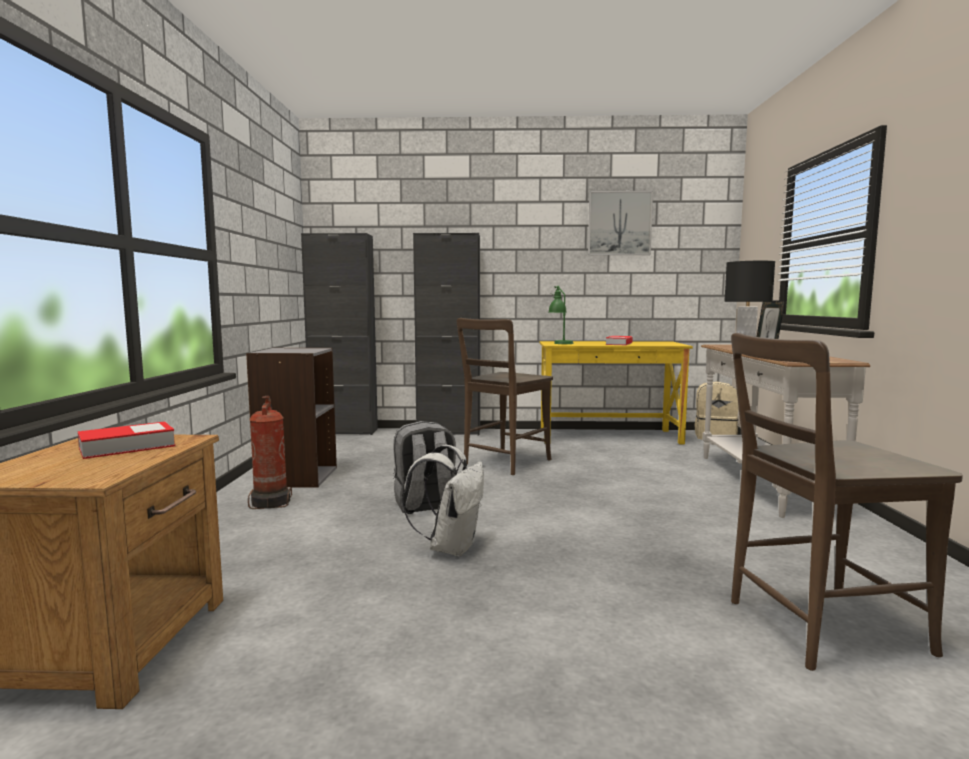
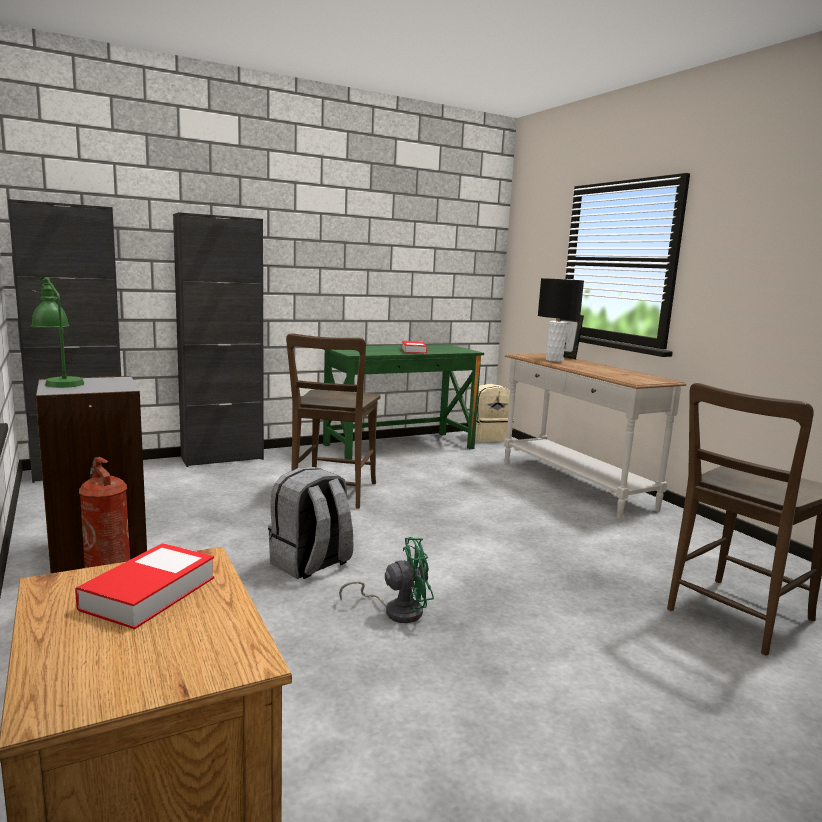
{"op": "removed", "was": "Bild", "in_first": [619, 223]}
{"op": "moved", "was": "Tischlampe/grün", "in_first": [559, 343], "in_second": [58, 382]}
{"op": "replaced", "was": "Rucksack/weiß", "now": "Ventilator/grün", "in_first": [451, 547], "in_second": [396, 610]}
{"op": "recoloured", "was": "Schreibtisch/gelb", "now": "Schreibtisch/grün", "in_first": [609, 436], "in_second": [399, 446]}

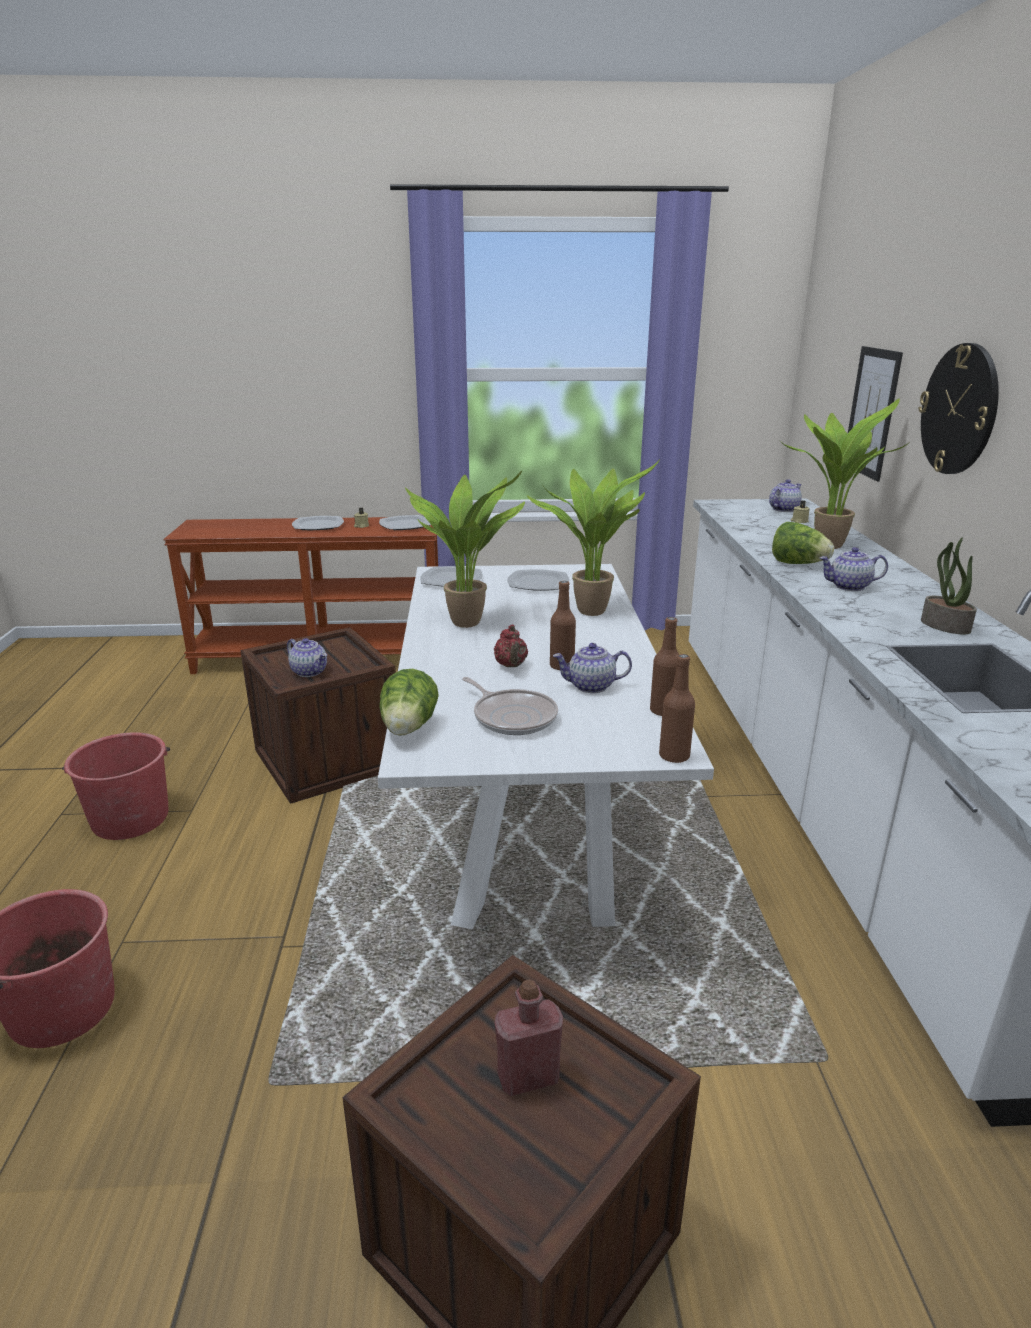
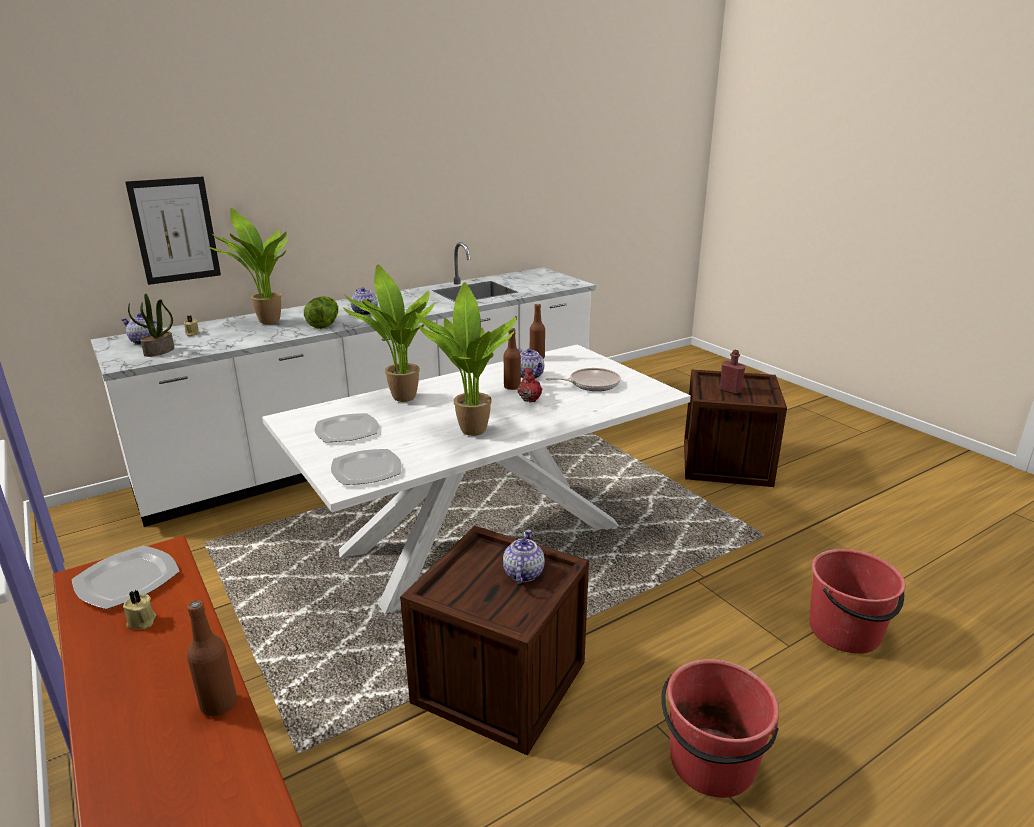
{"op": "removed", "was": "Teller", "in_first": [317, 525]}
{"op": "removed", "was": "Salatkopf", "in_first": [408, 729]}
{"op": "removed", "was": "Wanduhr", "in_first": [959, 410]}
{"op": "moved", "was": "Flasche/braun", "in_first": [674, 756], "in_second": [218, 704]}
{"op": "moved", "was": "Topfpflanze", "in_first": [944, 626], "in_second": [159, 351]}
{"op": "turned", "was": "Pfanne", "in_first": [512, 717], "in_second": [591, 384], "clockwise": 60}
{"op": "turned", "was": "Teekanne/rot", "in_first": [511, 666], "in_second": [529, 399], "clockwise": -60}

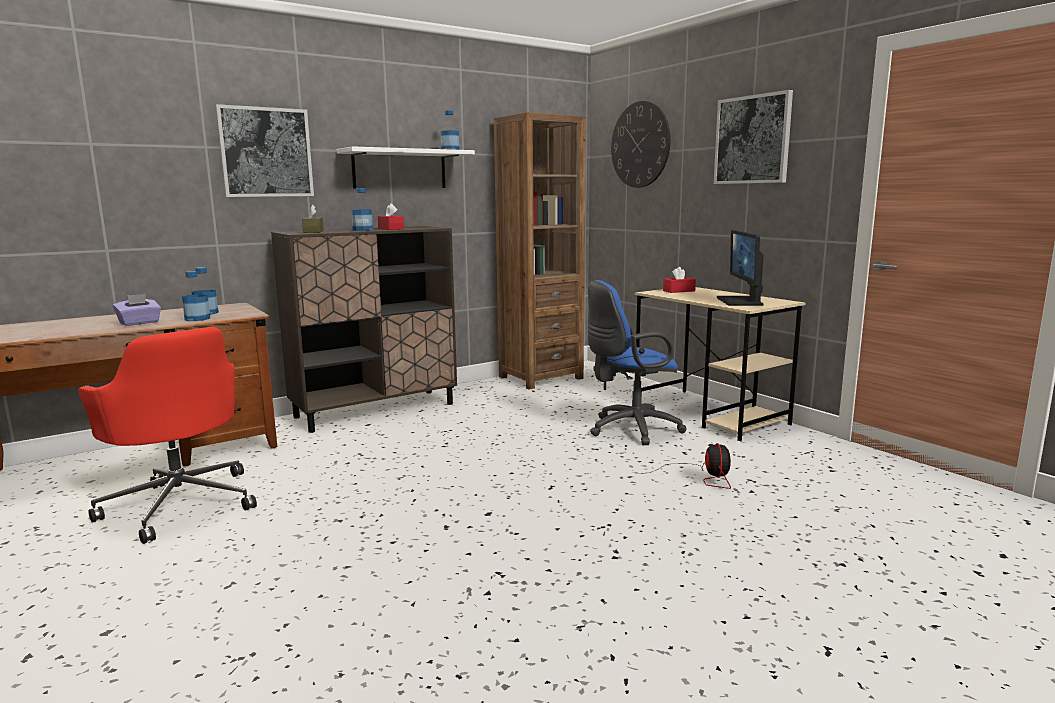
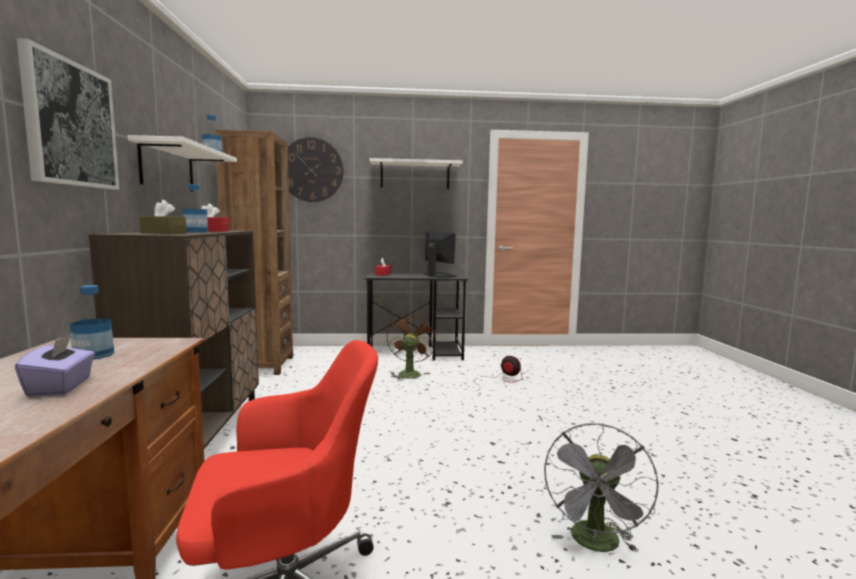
{"op": "removed", "was": "Flasche", "in_first": [197, 319]}
{"op": "added", "now": "Ventilator/grau", "in_second": [596, 545]}
{"op": "replaced", "was": "Bürostuhl/blau", "now": "Ventilator/braun", "in_first": [630, 429], "in_second": [409, 373]}
{"op": "replaced", "was": "Bild", "now": "Wandregal/weiß", "in_first": [752, 140], "in_second": [415, 175]}
{"op": "recoloured", "was": "Schreibtisch/beige", "now": "Schreibtisch/schwarz", "in_first": [710, 414], "in_second": [415, 353]}
{"op": "turned", "was": "Monitor", "in_first": [740, 301], "in_second": [438, 275], "clockwise": -150}

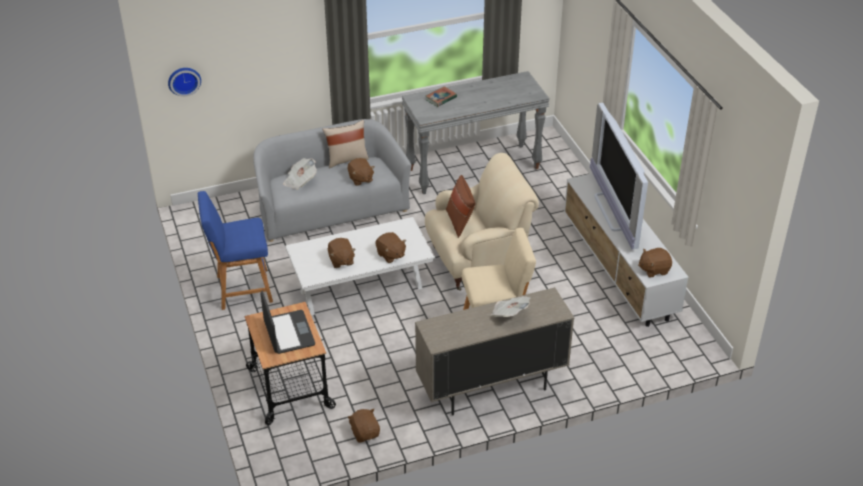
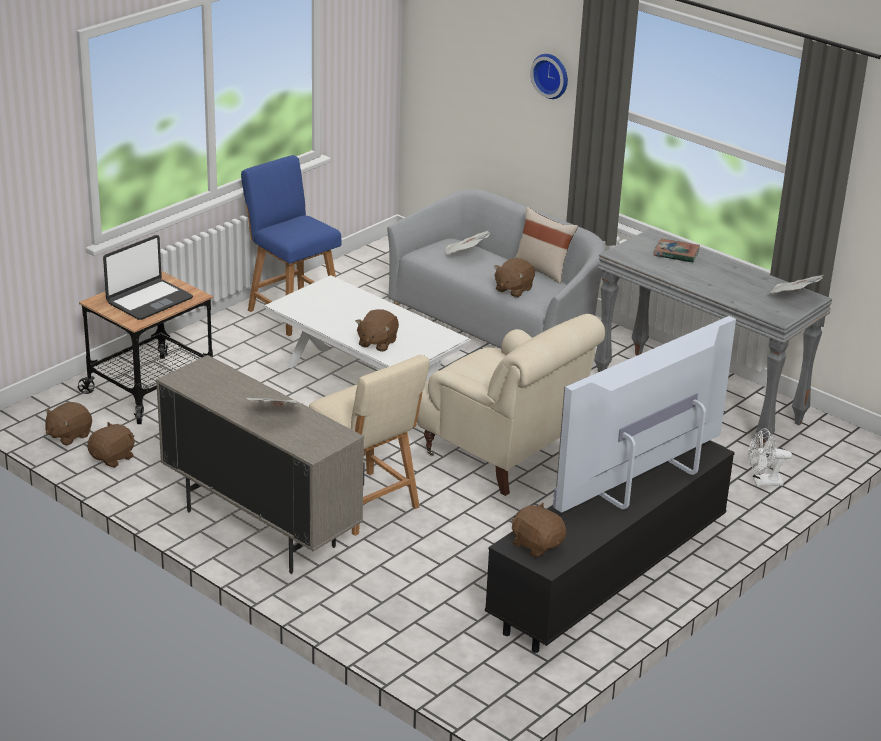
{"op": "removed", "was": "Kissen/braun", "in_first": [460, 222]}
{"op": "added", "now": "Ventilator/weiß", "in_second": [763, 482]}
{"op": "added", "now": "Zeitung", "in_second": [793, 297]}
{"op": "moved", "was": "Wanduhr", "in_first": [184, 80], "in_second": [551, 75]}
{"op": "moved", "was": "Plüschtier/braun", "in_first": [341, 260], "in_second": [68, 435]}
{"op": "recoloured", "was": "Fernsehschrank/weiß", "now": "Fernsehschrank/schwarz", "in_first": [618, 270], "in_second": [606, 578]}

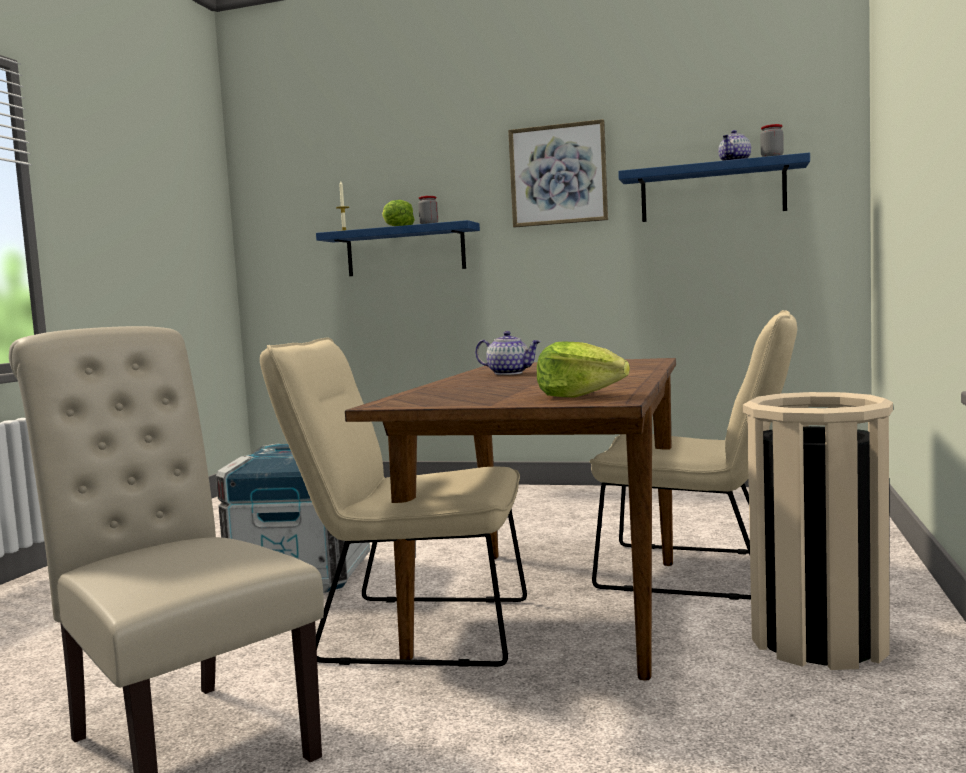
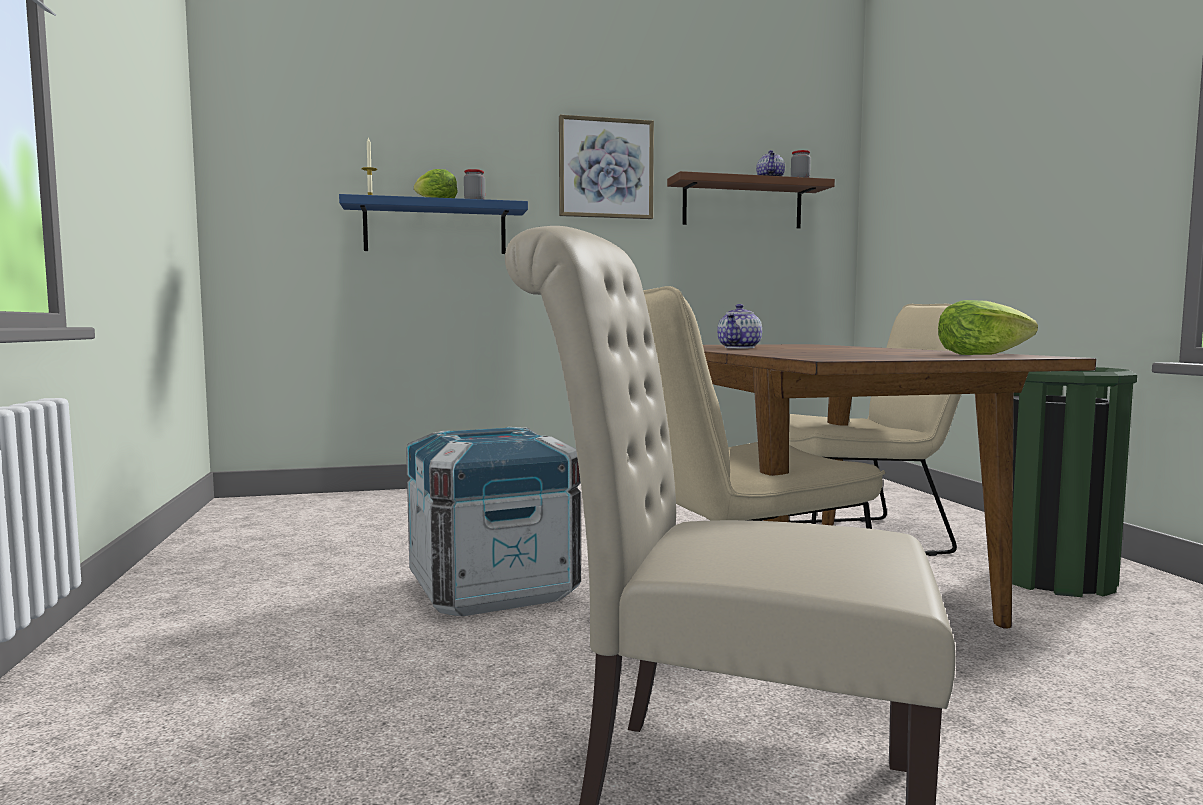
{"op": "recoloured", "was": "Wandregal/blau", "now": "Wandregal/braun", "in_first": [712, 192], "in_second": [742, 204]}
{"op": "recoloured", "was": "Mülleimer/beige", "now": "Mülleimer/grün", "in_first": [819, 641], "in_second": [1052, 577]}
{"op": "turned", "was": "Teekanne", "in_first": [509, 373], "in_second": [740, 348], "clockwise": 120}

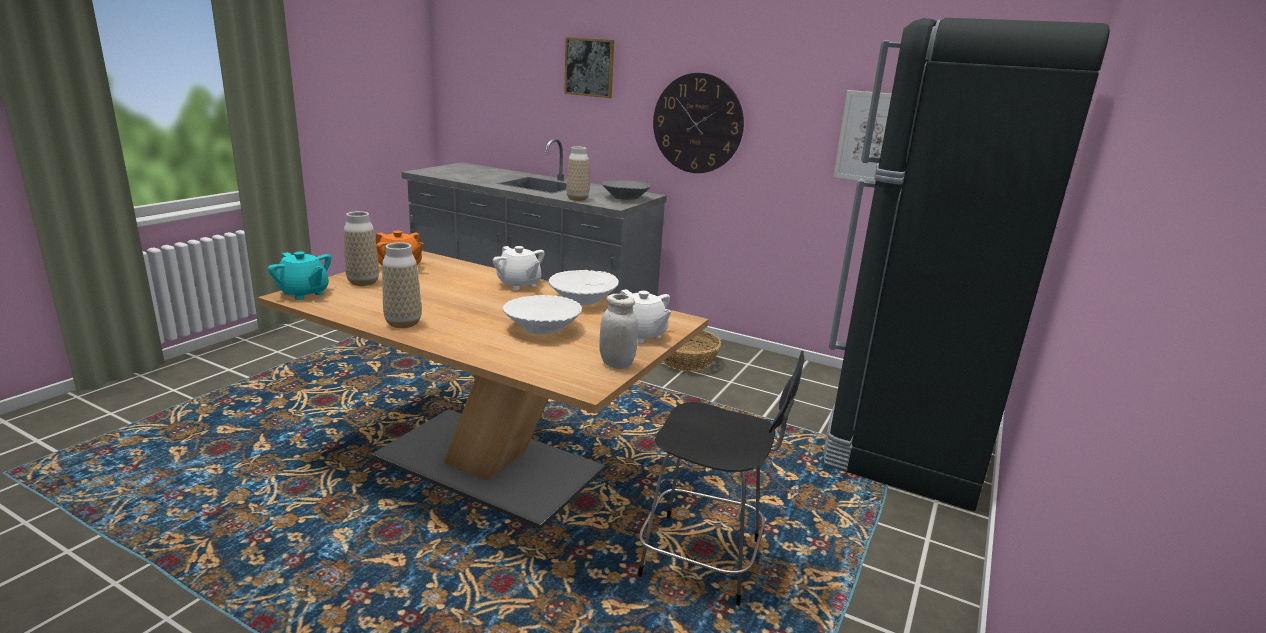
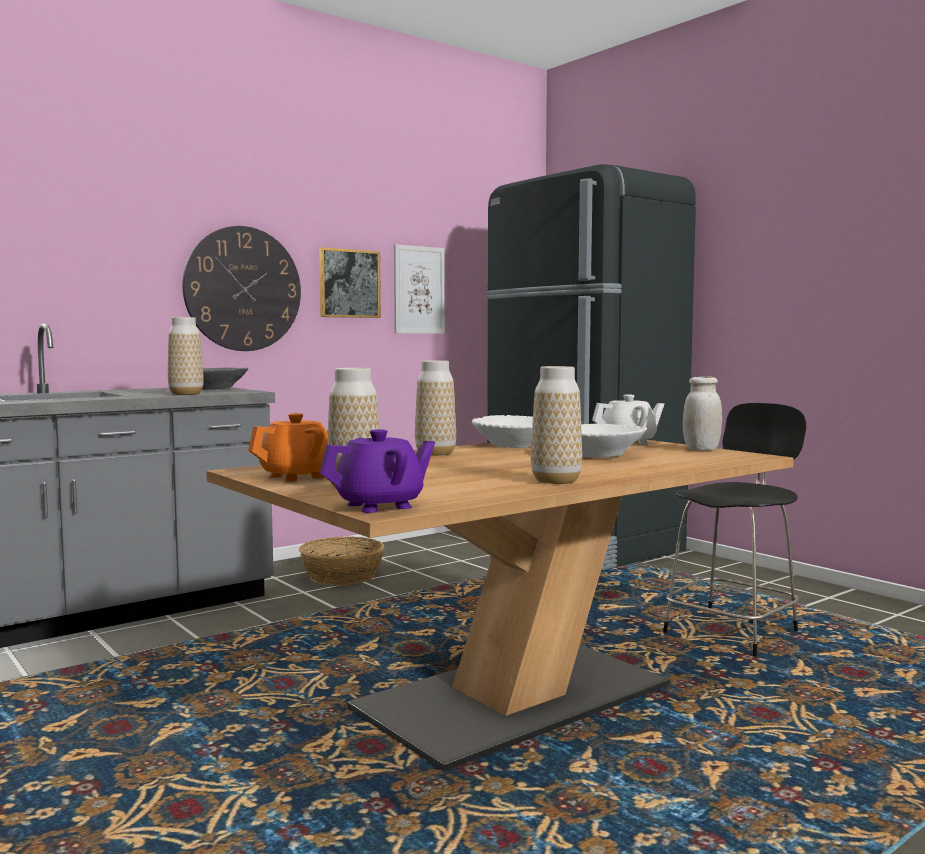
{"op": "moved", "was": "Bild", "in_first": [589, 67], "in_second": [349, 283]}
{"op": "replaced", "was": "Teekanne/weiß", "now": "Vase", "in_first": [519, 284], "in_second": [435, 453]}
{"op": "recoloured", "was": "Teekanne/türkis", "now": "Teekanne/lila", "in_first": [304, 293], "in_second": [380, 506]}

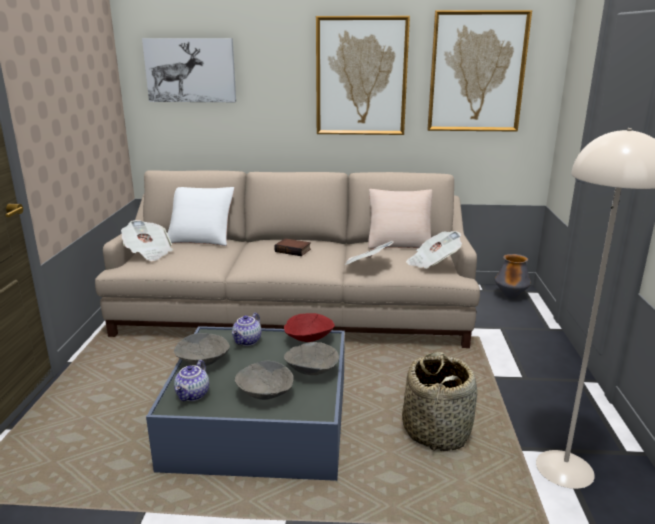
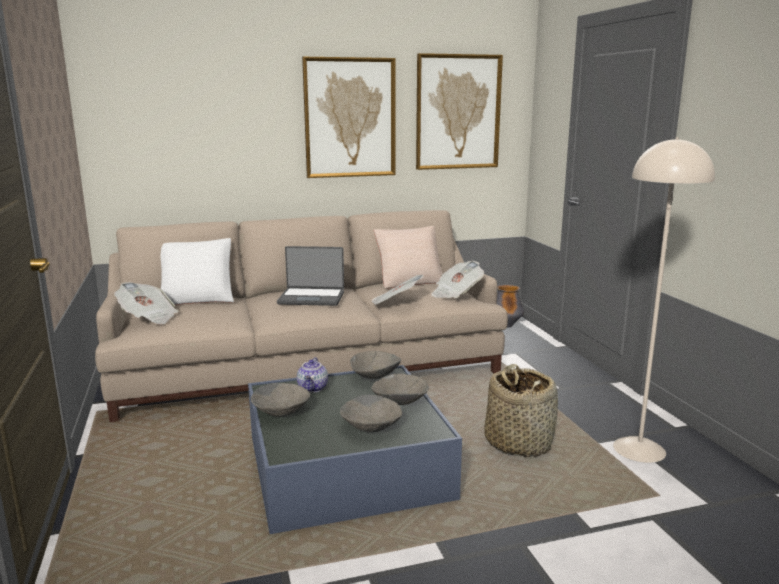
{"op": "removed", "was": "Bild", "in_first": [190, 70]}
{"op": "removed", "was": "Teekanne", "in_first": [193, 395]}
{"op": "replaced", "was": "Buch", "now": "Laptop", "in_first": [293, 250], "in_second": [312, 298]}
{"op": "recoloured", "was": "Schüssel/rot", "now": "Schüssel/grau", "in_first": [309, 339], "in_second": [375, 376]}

